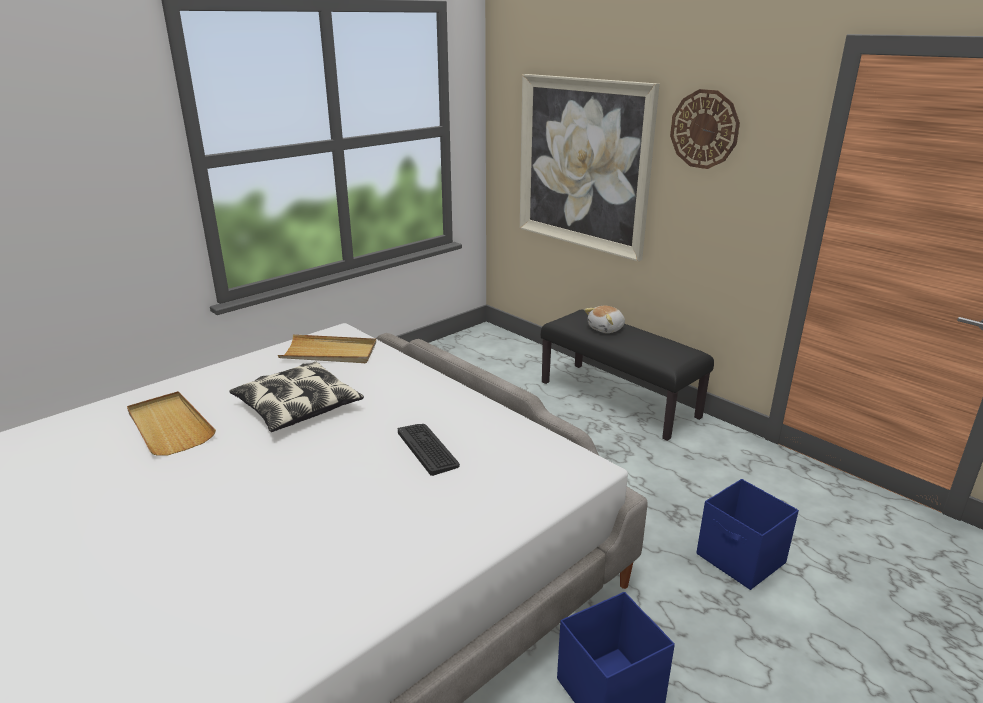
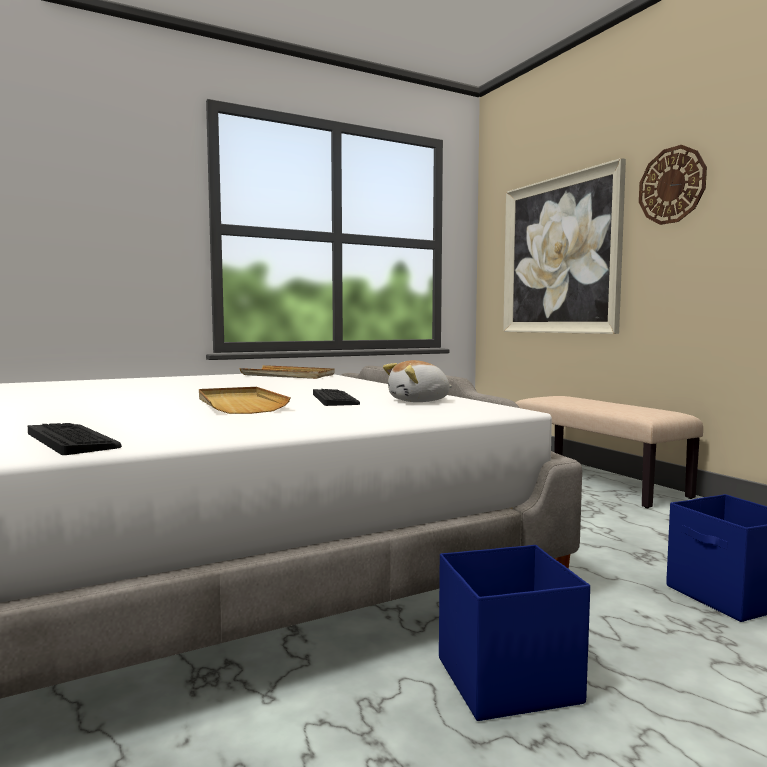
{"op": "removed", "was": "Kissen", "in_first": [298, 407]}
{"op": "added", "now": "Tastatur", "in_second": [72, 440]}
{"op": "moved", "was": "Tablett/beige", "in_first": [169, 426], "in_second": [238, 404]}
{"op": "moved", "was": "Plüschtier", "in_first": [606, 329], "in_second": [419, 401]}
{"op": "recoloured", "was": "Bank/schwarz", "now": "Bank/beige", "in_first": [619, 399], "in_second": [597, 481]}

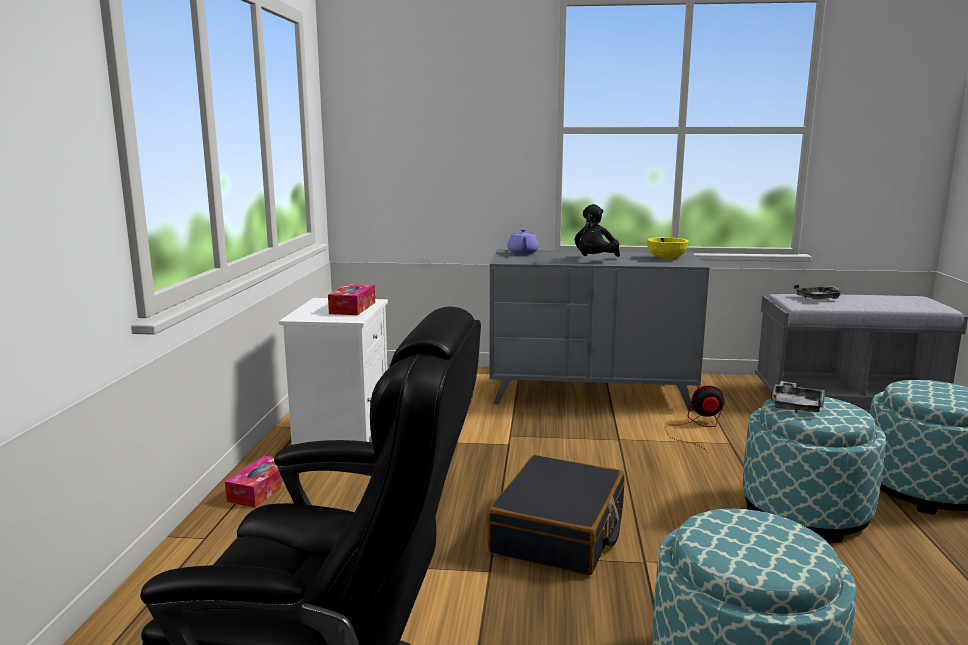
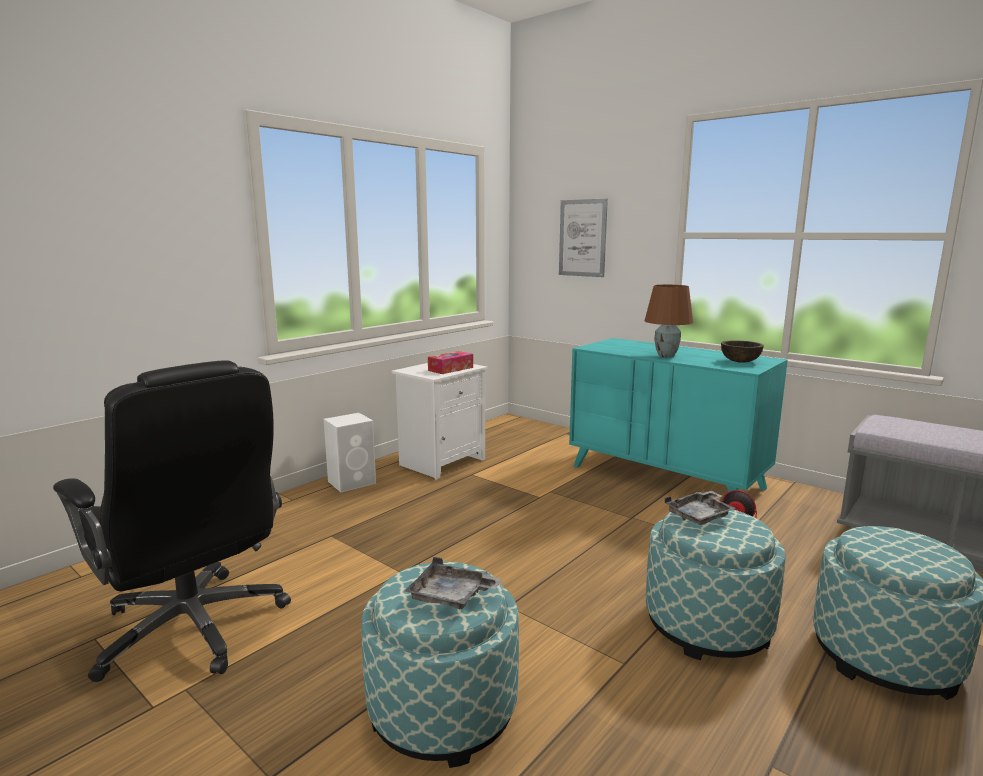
{"op": "removed", "was": "Koffer/schwarz", "in_first": [559, 532]}
{"op": "removed", "was": "Teekanne/lila", "in_first": [522, 253]}
{"op": "added", "now": "Bild", "in_second": [582, 238]}
{"op": "moved", "was": "Tablett/grau", "in_first": [819, 298], "in_second": [451, 596]}
{"op": "replaced", "was": "Taschentuchbox", "now": "Lautsprecher/weiß", "in_first": [261, 490], "in_second": [353, 482]}
{"op": "replaced", "was": "Plüschtier/schwarz", "now": "Tischlampe/braun", "in_first": [595, 260], "in_second": [665, 355]}
{"op": "recoloured", "was": "Kommode/grau", "now": "Kommode/türkis", "in_first": [591, 393], "in_second": [666, 477]}
{"op": "recoloured", "was": "Schüssel/gelb", "now": "Schüssel/braun", "in_first": [666, 258], "in_second": [740, 361]}

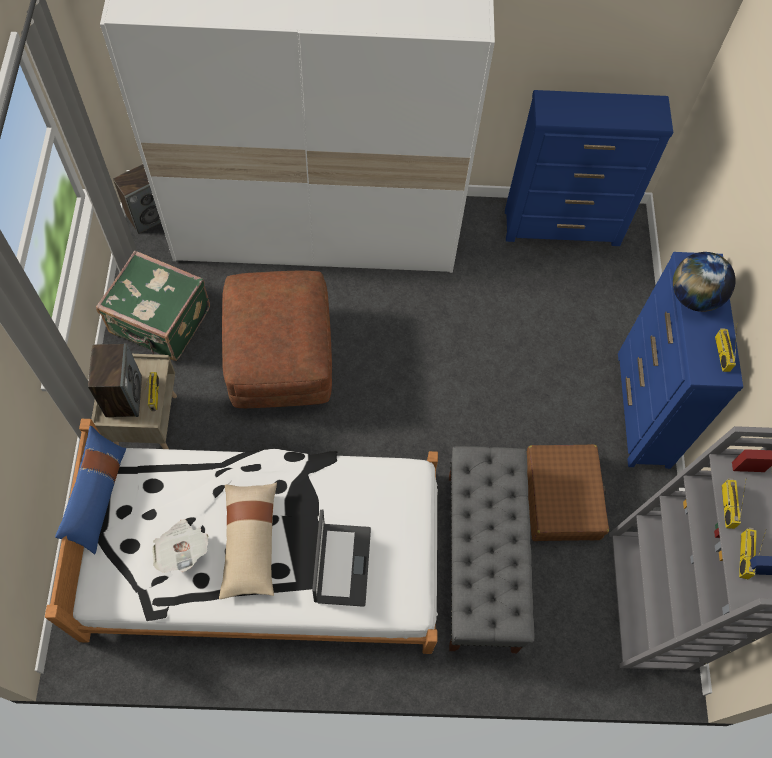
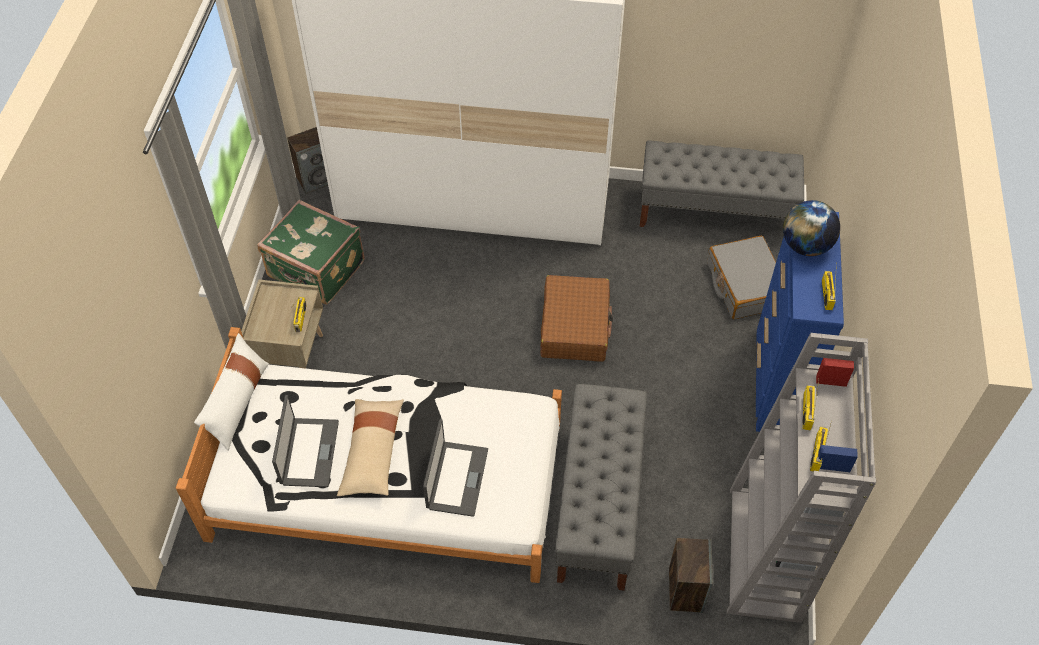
{"op": "removed", "was": "Polsterhocker/braun", "in_first": [280, 360]}
{"op": "added", "now": "Koffer/grau", "in_second": [745, 285]}
{"op": "moved", "was": "Lautsprecher", "in_first": [123, 396], "in_second": [685, 590]}
{"op": "moved", "was": "Koffer/braun", "in_first": [561, 497], "in_second": [575, 326]}
{"op": "replaced", "was": "Zeitung", "now": "Laptop", "in_first": [182, 550], "in_second": [308, 453]}
{"op": "replaced", "was": "Kommode/blau", "now": "Bank/grau", "in_first": [563, 228], "in_second": [715, 213]}
{"op": "recoloured", "was": "Kissen/blau", "now": "Kissen/weiß", "in_first": [98, 497], "in_second": [237, 403]}

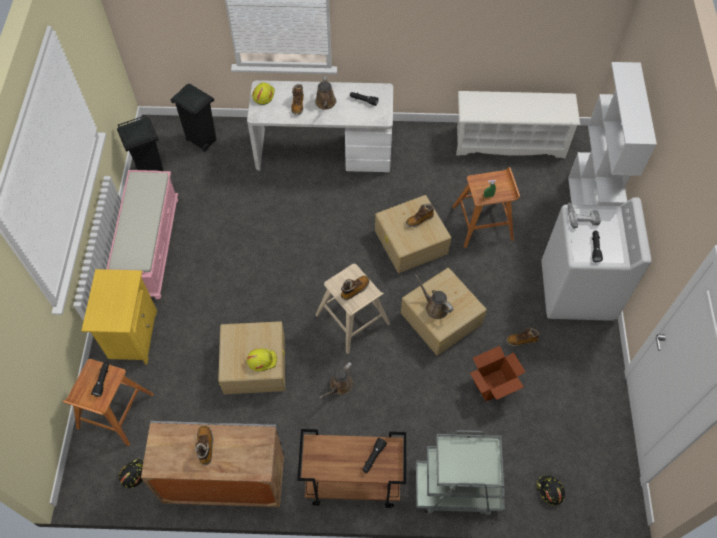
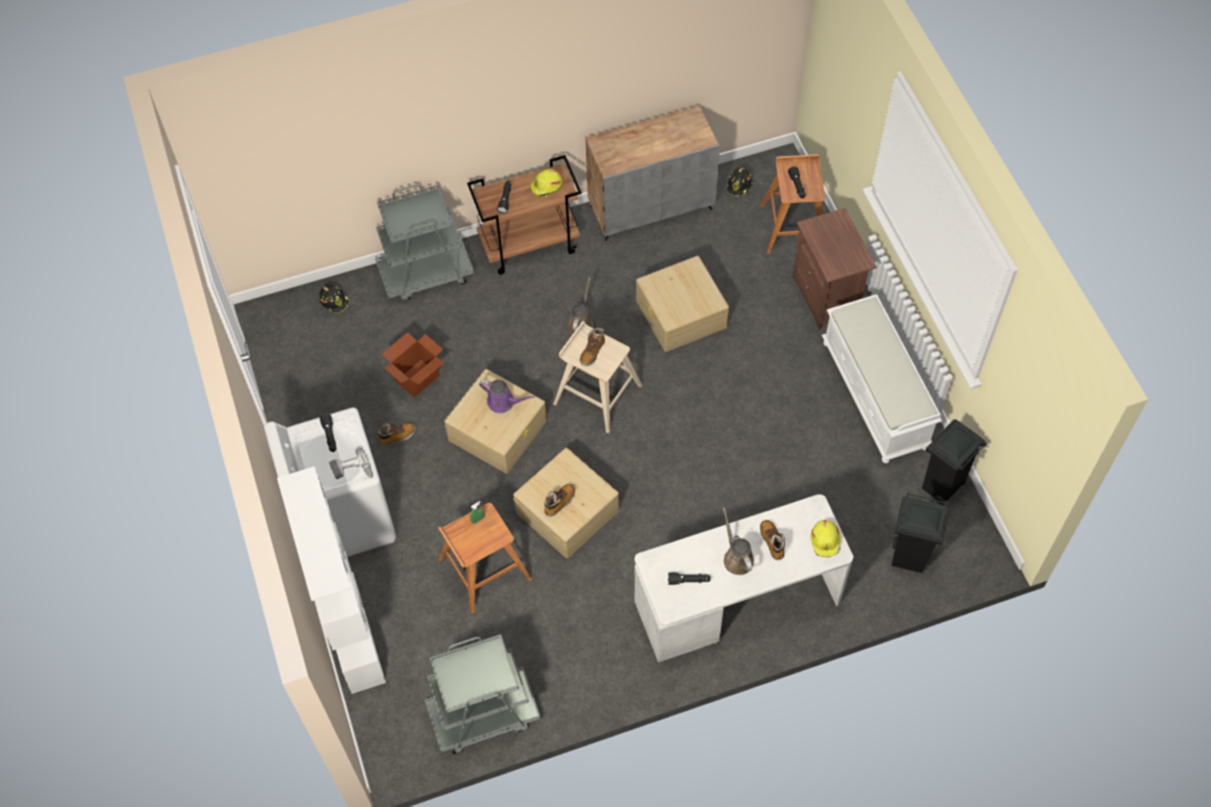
{"op": "removed", "was": "Stiefel", "in_first": [205, 446]}
{"op": "moved", "was": "Schutzhelm/gelb", "in_first": [262, 360], "in_second": [546, 186]}
{"op": "replaced", "was": "Schuhregal/weiß", "now": "Rollwagen/grau", "in_first": [509, 142], "in_second": [483, 714]}
{"op": "recoloured", "was": "Nachttisch/gelb", "now": "Nachttisch/braun", "in_first": [132, 335], "in_second": [827, 297]}
{"op": "recoloured", "was": "Bank/rosa", "now": "Bank/weiß", "in_first": [150, 246], "in_second": [876, 395]}
{"op": "recoloured", "was": "Gießkanne/braun", "now": "Gießkanne/lila", "in_first": [435, 307], "in_second": [503, 402]}

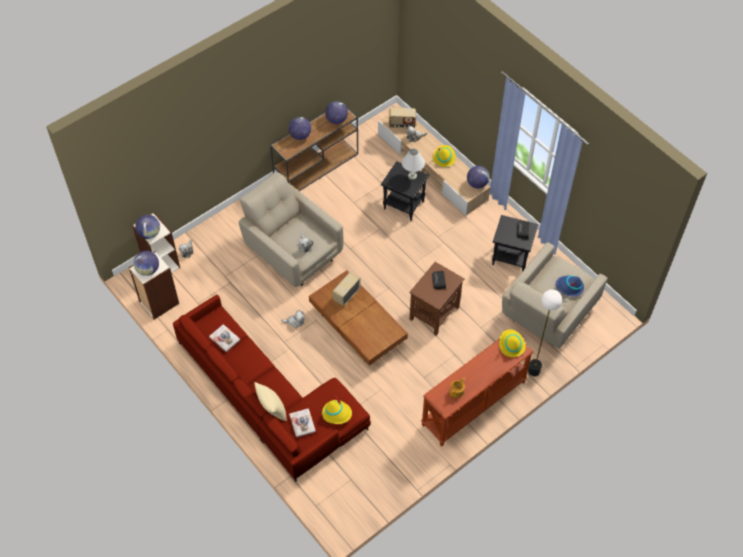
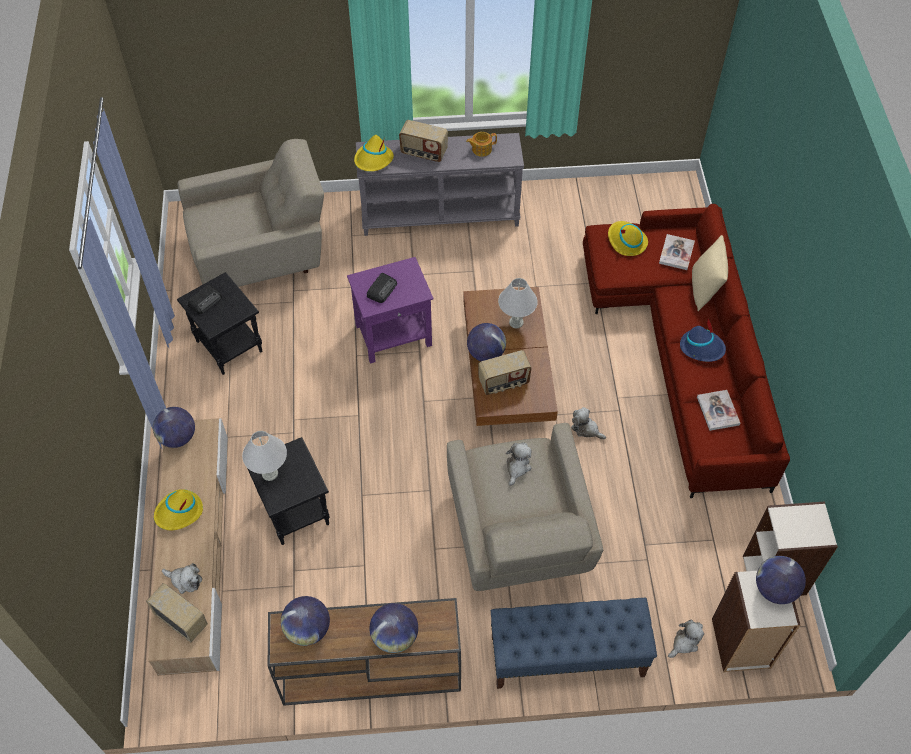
{"op": "removed", "was": "Stehlampe", "in_first": [534, 371]}
{"op": "added", "now": "Radio", "in_second": [423, 153]}
{"op": "added", "now": "Bank/blau", "in_second": [566, 656]}
{"op": "added", "now": "Tischlampe/weiß", "in_second": [516, 322]}
{"op": "moved", "was": "Globus", "in_first": [148, 270], "in_second": [486, 353]}
{"op": "moved", "was": "Hut/blau", "in_first": [569, 287], "in_second": [702, 347]}
{"op": "recoloured", "was": "Beistelltisch/braun", "now": "Beistelltisch/lila", "in_first": [434, 313], "in_second": [394, 335]}
{"op": "recoloured", "was": "Konsolentisch/braun", "now": "Konsolentisch/grau", "in_first": [474, 404], "in_second": [440, 214]}

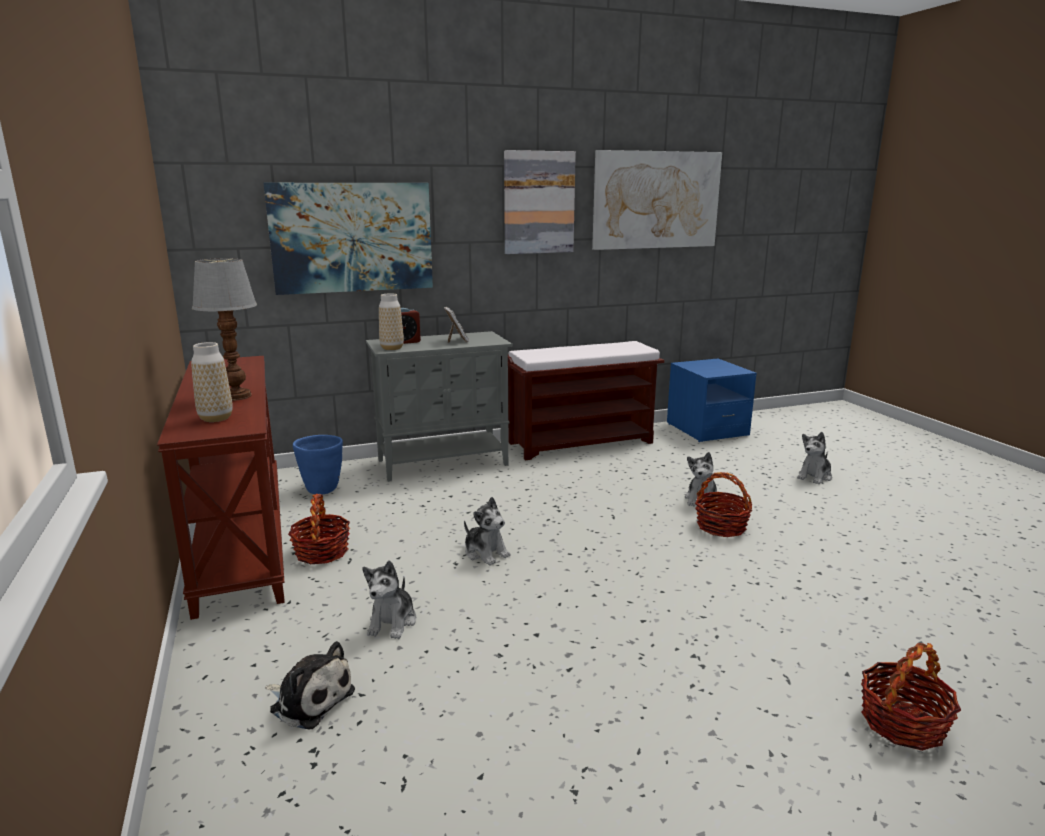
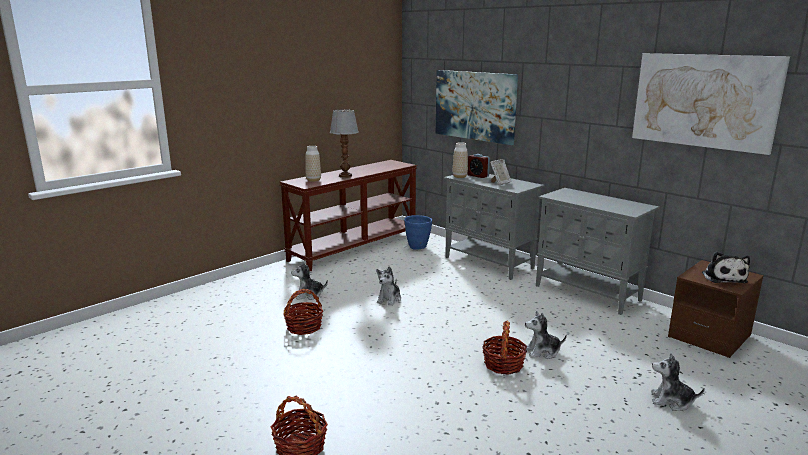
{"op": "removed", "was": "Bild", "in_first": [538, 202]}
{"op": "moved", "was": "Plüschtier", "in_first": [309, 699], "in_second": [723, 277]}
{"op": "moved", "was": "Korb", "in_first": [322, 552], "in_second": [304, 327]}
{"op": "replaced", "was": "Bank/braun", "now": "Schrank/grau", "in_first": [581, 442], "in_second": [588, 293]}
{"op": "recoloured", "was": "Nachttisch/blau", "now": "Nachttisch/braun", "in_first": [706, 429], "in_second": [709, 336]}

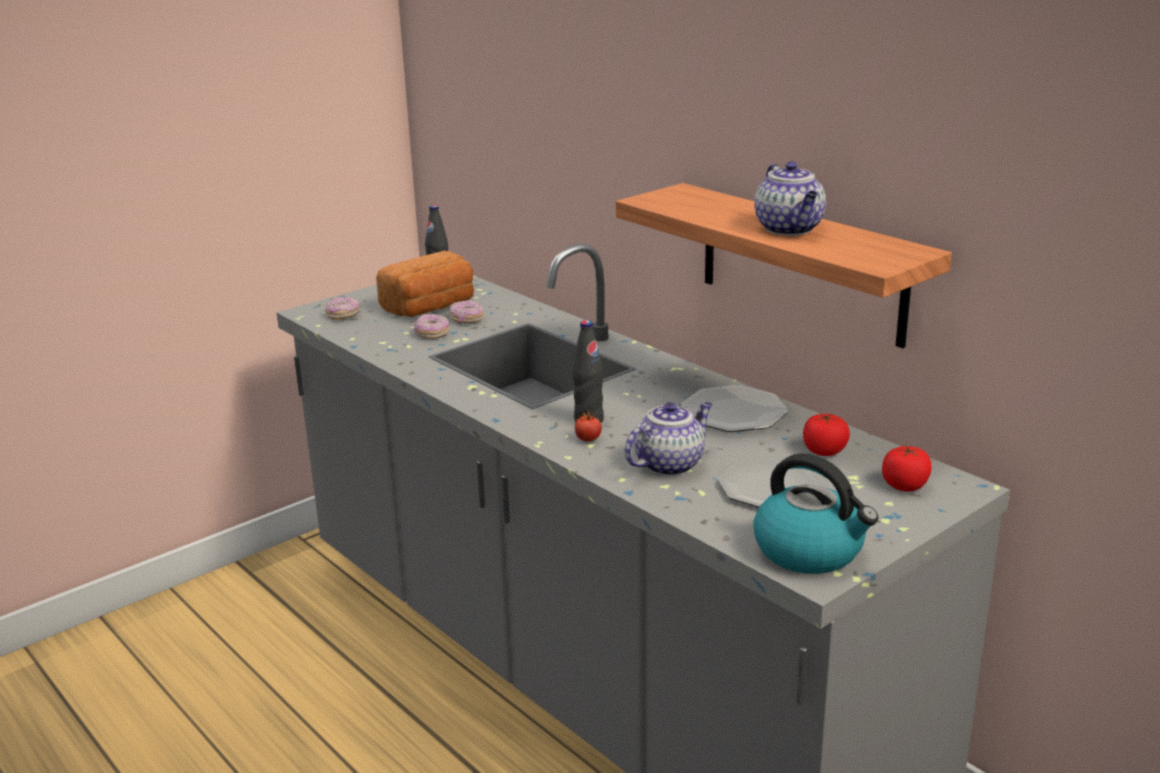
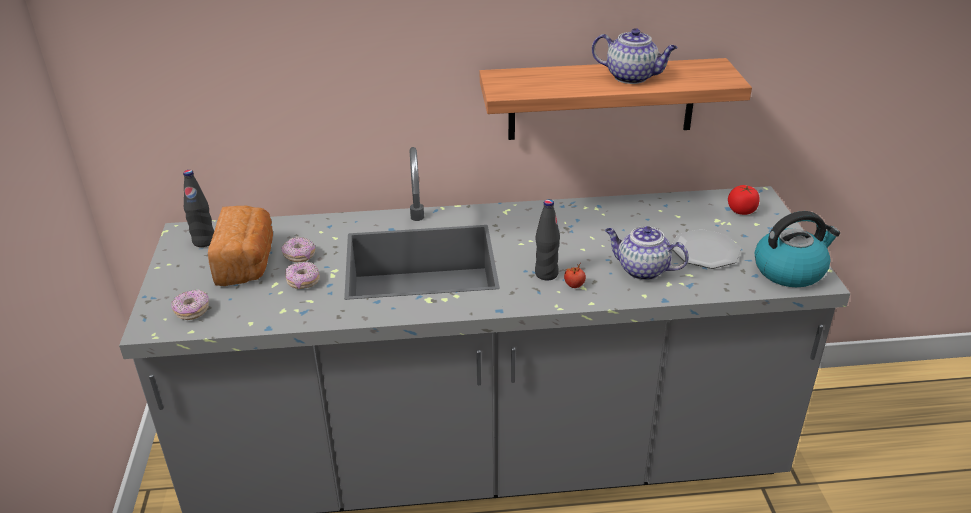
{"op": "removed", "was": "Teller", "in_first": [734, 412]}
{"op": "removed", "was": "Tomate", "in_first": [824, 451]}
{"op": "turned", "was": "Teekanne", "in_first": [669, 464], "in_second": [641, 270], "clockwise": -60}

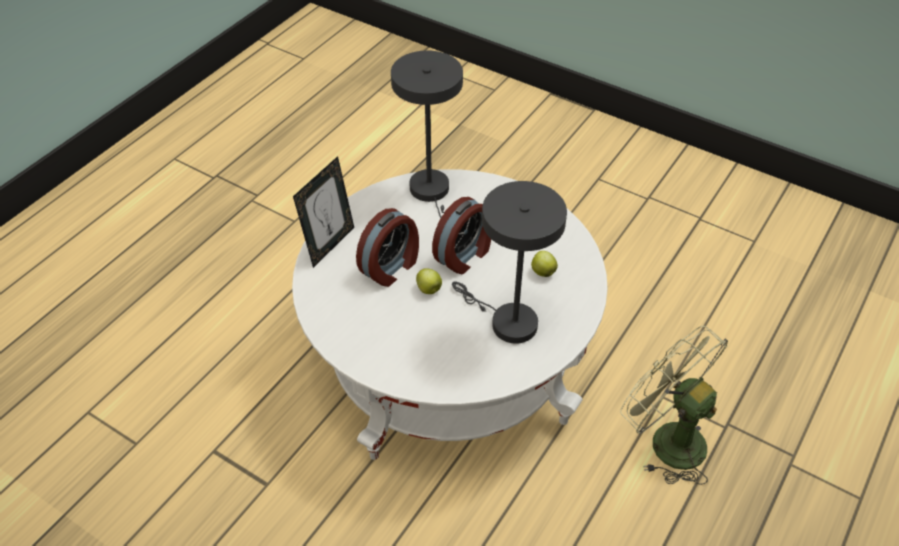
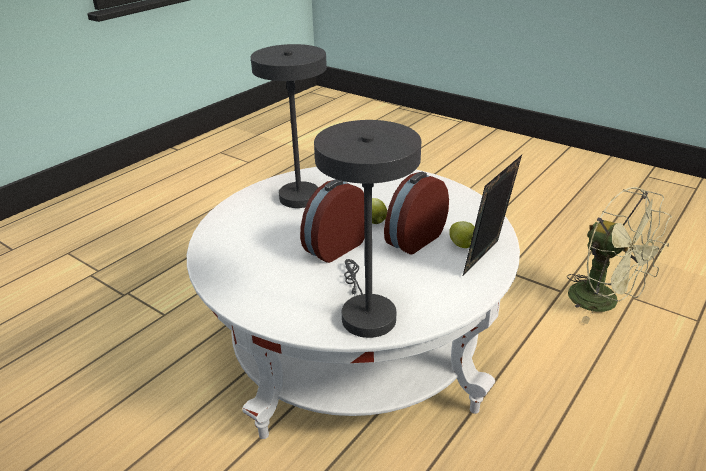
{"op": "moved", "was": "Apfel", "in_first": [542, 272], "in_second": [463, 245]}
{"op": "moved", "was": "Ventilator/grün", "in_first": [666, 439], "in_second": [604, 302]}

